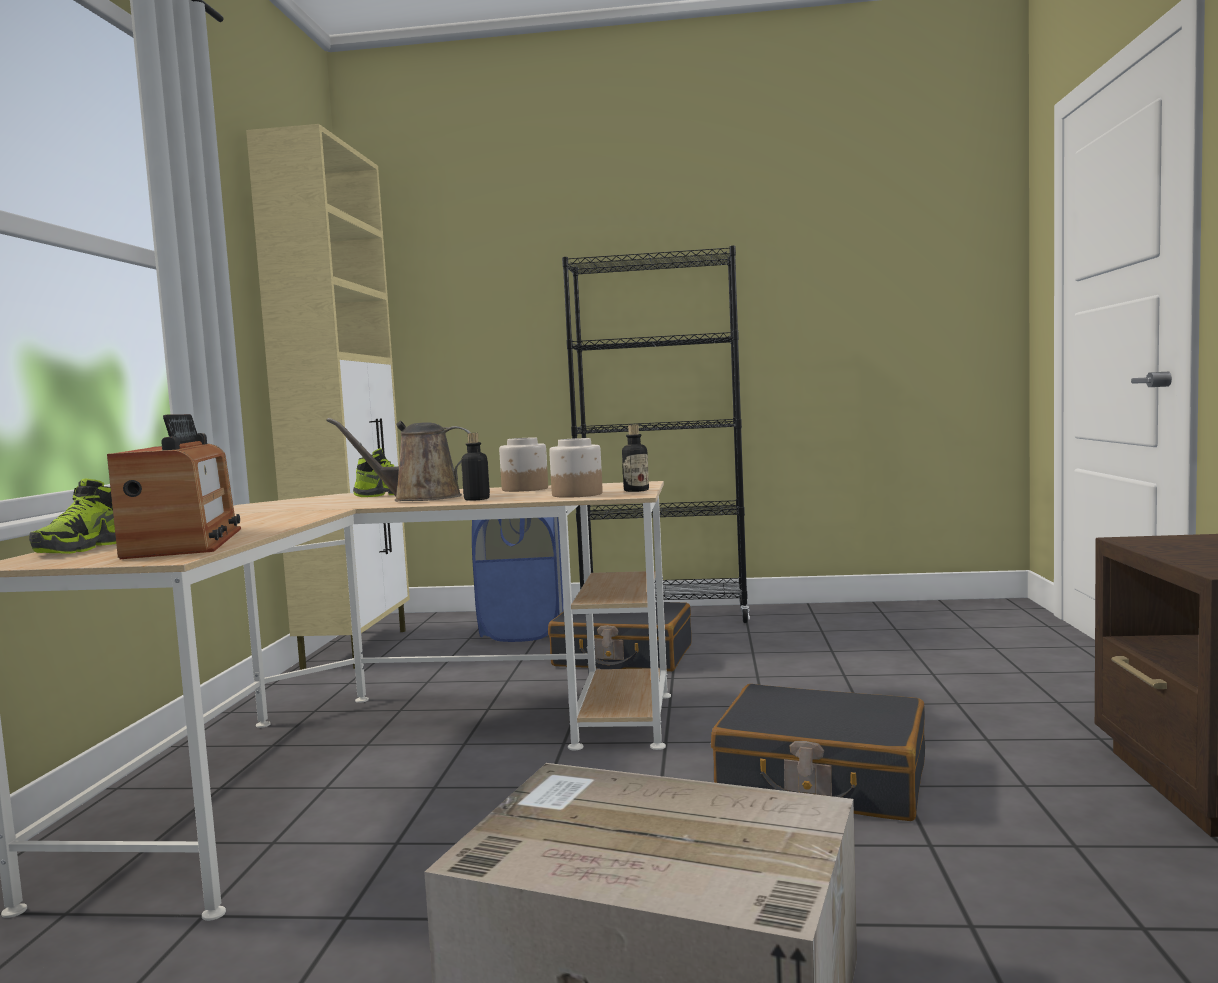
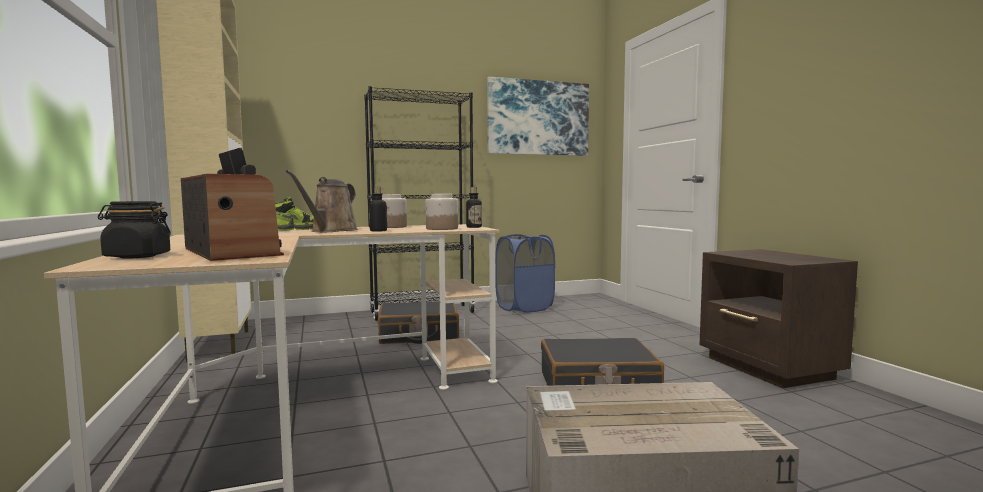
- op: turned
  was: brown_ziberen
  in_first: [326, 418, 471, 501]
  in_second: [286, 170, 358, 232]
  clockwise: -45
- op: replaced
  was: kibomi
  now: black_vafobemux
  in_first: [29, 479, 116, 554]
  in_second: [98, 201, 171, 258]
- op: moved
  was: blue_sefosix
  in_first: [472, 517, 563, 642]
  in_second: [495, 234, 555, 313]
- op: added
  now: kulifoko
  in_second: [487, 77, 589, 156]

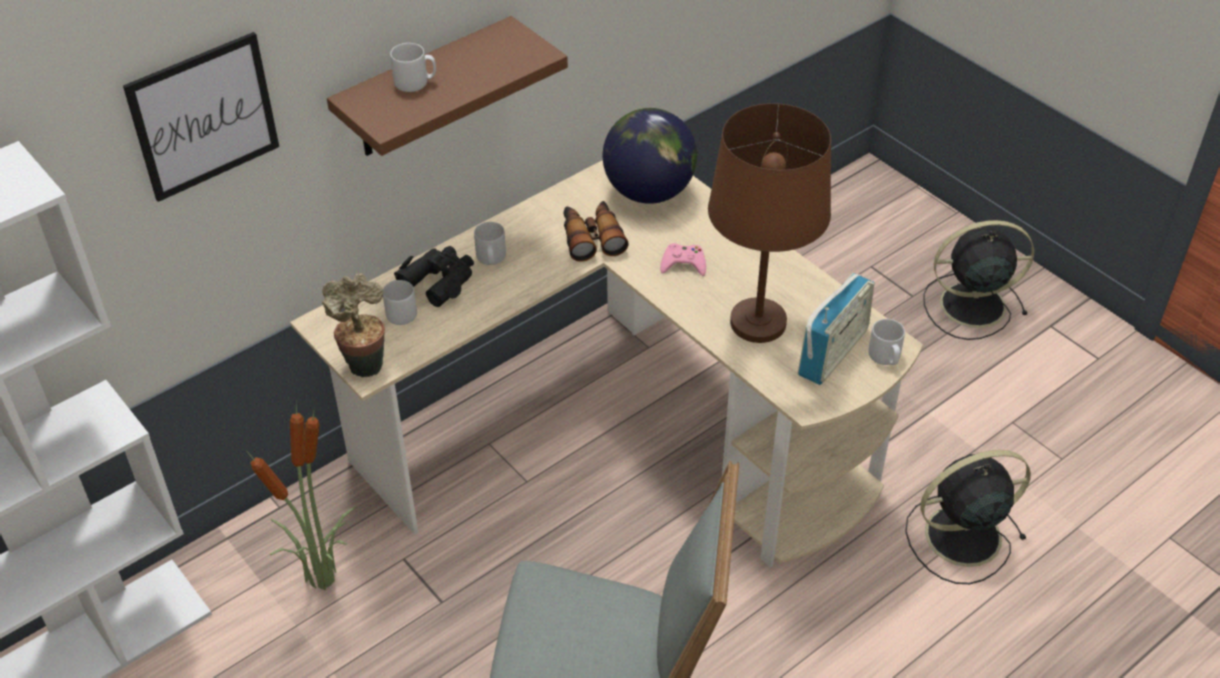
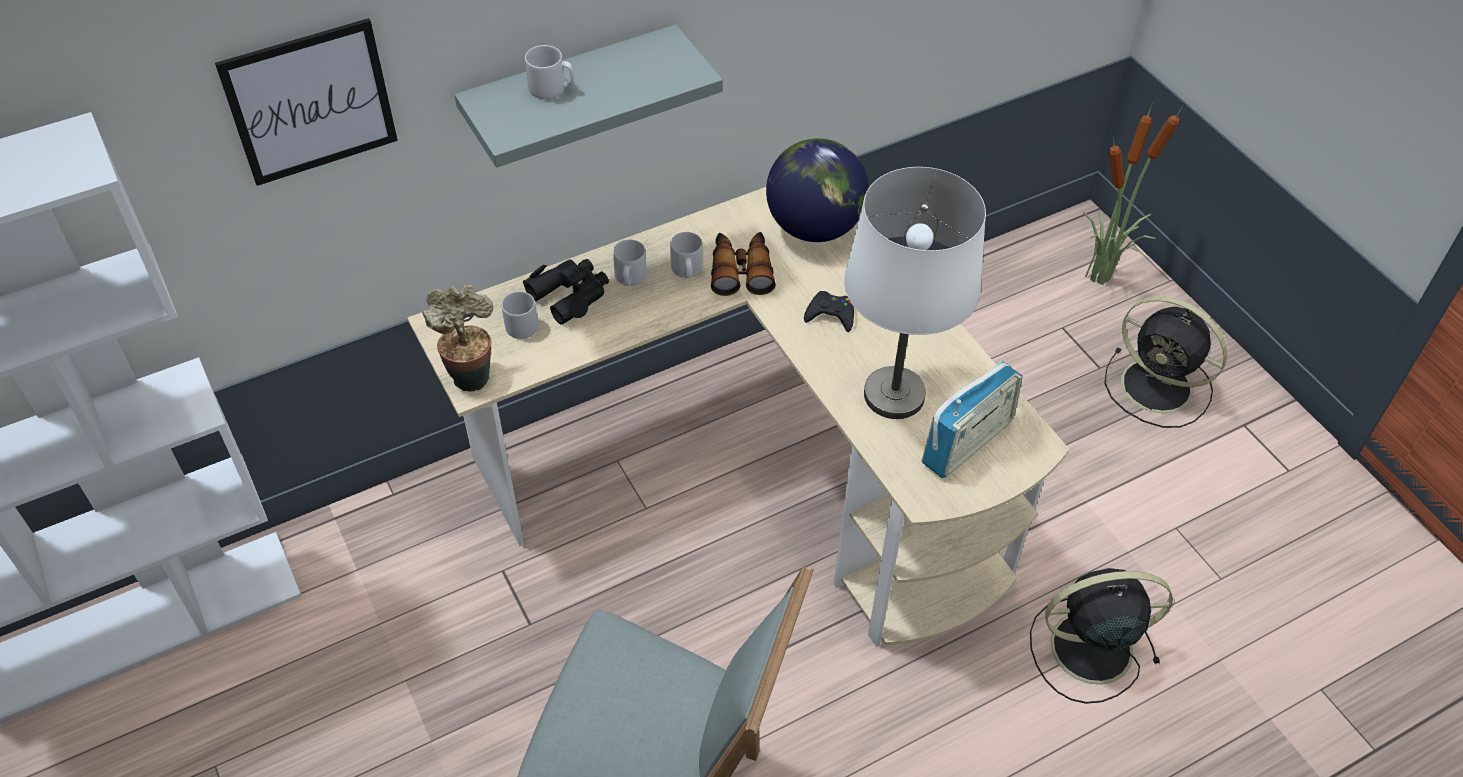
- op: recoloured
  was: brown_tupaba
  now: grey_tupaba
  in_first: [327, 16, 568, 156]
  in_second: [455, 24, 723, 168]
- op: recoloured
  was: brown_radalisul
  now: white_radalisul
  in_first: [708, 103, 831, 343]
  in_second: [844, 167, 986, 419]
- op: turned
  was: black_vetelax
  in_first: [923, 220, 1034, 340]
  in_second: [1104, 296, 1227, 428]
  clockwise: -150
- op: recoloured
  was: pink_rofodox
  now: black_rofodox
  in_first: [660, 243, 706, 276]
  in_second: [804, 291, 854, 332]
- op: moved
  was: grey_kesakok
  in_first: [868, 319, 905, 365]
  in_second: [670, 232, 703, 278]
- op: moved
  was: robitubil
  in_first: [245, 404, 356, 590]
  in_second: [1083, 102, 1183, 285]

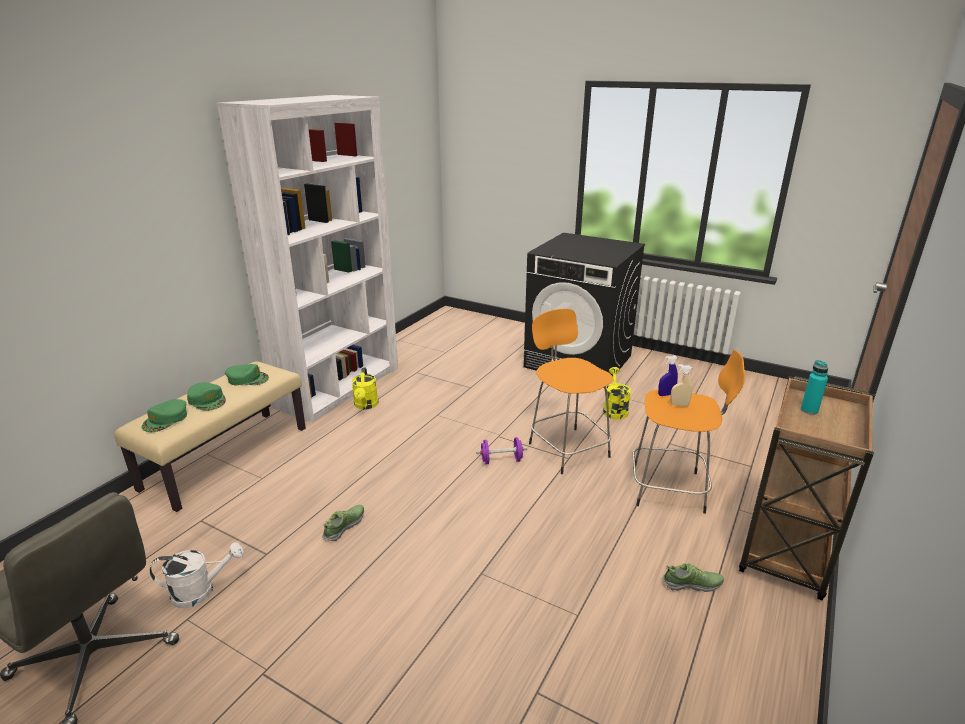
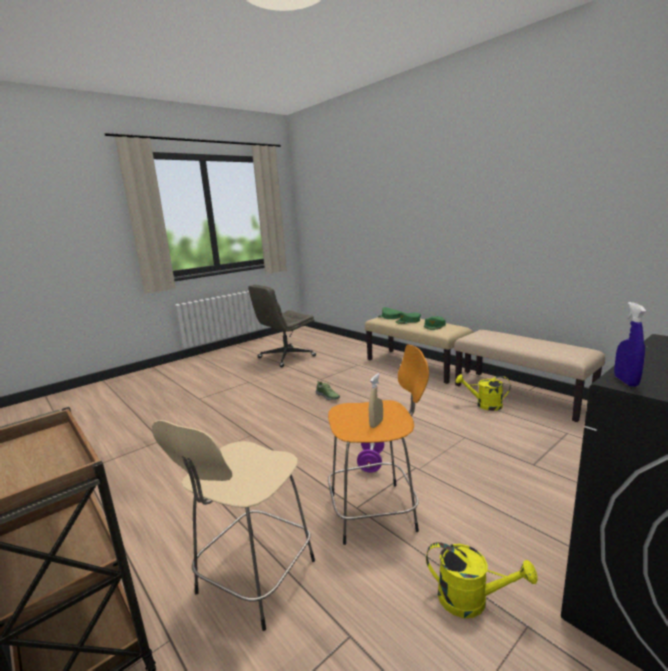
- op: replaced
  was: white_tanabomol
  now: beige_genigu
  in_first: [217, 95, 398, 422]
  in_second: [454, 330, 605, 422]
- op: recoloured
  was: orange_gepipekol
  now: beige_gepipekol
  in_first: [633, 350, 745, 514]
  in_second: [152, 420, 315, 631]
- op: moved
  was: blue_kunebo
  in_first: [658, 355, 678, 396]
  in_second: [614, 302, 646, 387]
- op: removed
  was: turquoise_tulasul
  in_first: [801, 360, 828, 415]
- op: moved
  was: beige_kunebo
  in_first: [670, 364, 692, 407]
  in_second: [369, 373, 383, 428]
- op: removed
  was: white_ziberen
  in_first: [149, 543, 244, 609]
- op: removed
  was: kibomi
  in_first: [663, 563, 724, 592]

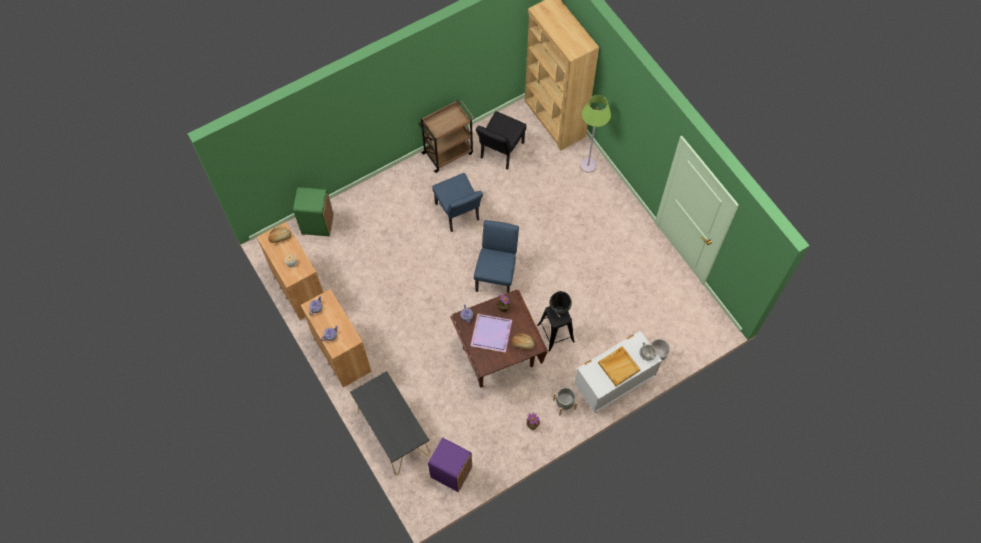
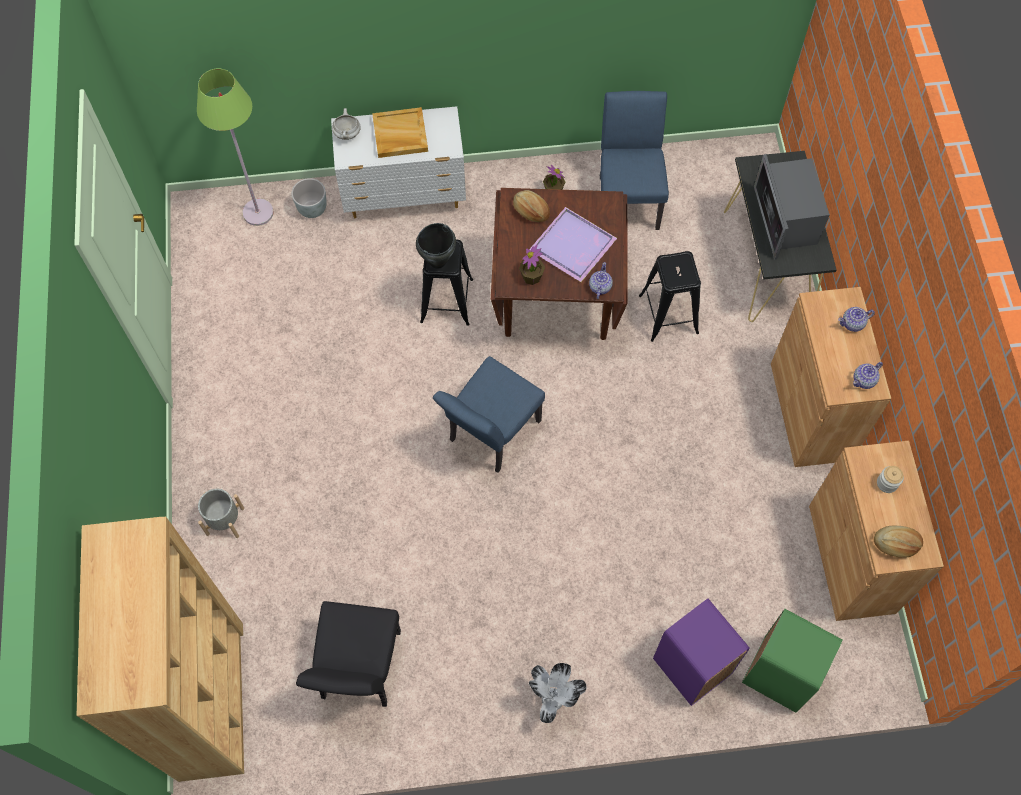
- op: moved
  was: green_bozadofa
  in_first: [580, 95, 611, 173]
  in_second: [197, 69, 274, 226]
- op: removed
  was: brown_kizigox
  in_first: [418, 100, 475, 173]
- op: turned
  was: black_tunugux
  in_first: [476, 111, 526, 170]
  in_second: [296, 601, 401, 707]
  clockwise: 135
- op: moved
  was: blue_tunugux
  in_first: [432, 173, 483, 232]
  in_second: [600, 91, 669, 230]
- op: moved
  was: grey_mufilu
  in_first: [553, 387, 577, 415]
  in_second: [198, 489, 244, 538]
- op: moved
  was: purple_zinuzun
  in_first: [428, 438, 472, 492]
  in_second: [653, 599, 750, 706]
- op: added
  now: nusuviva
  in_second: [754, 154, 830, 259]
- op: added
  now: black_gepipekol
  in_second: [639, 251, 701, 342]
- op: added
  now: robitubil
  in_second: [529, 663, 587, 723]

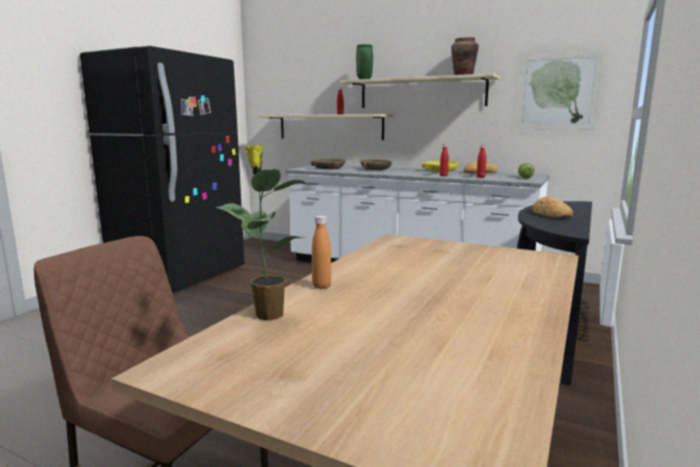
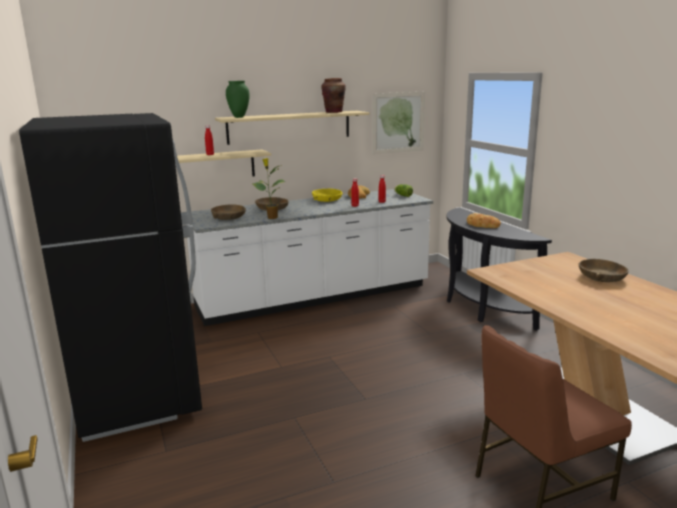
- op: moved
  was: robitubil
  in_first: [216, 145, 311, 321]
  in_second: [253, 158, 286, 219]
- op: removed
  was: orange_tulasul
  in_first: [312, 216, 331, 289]
- op: added
  now: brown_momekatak
  in_second: [578, 259, 629, 282]

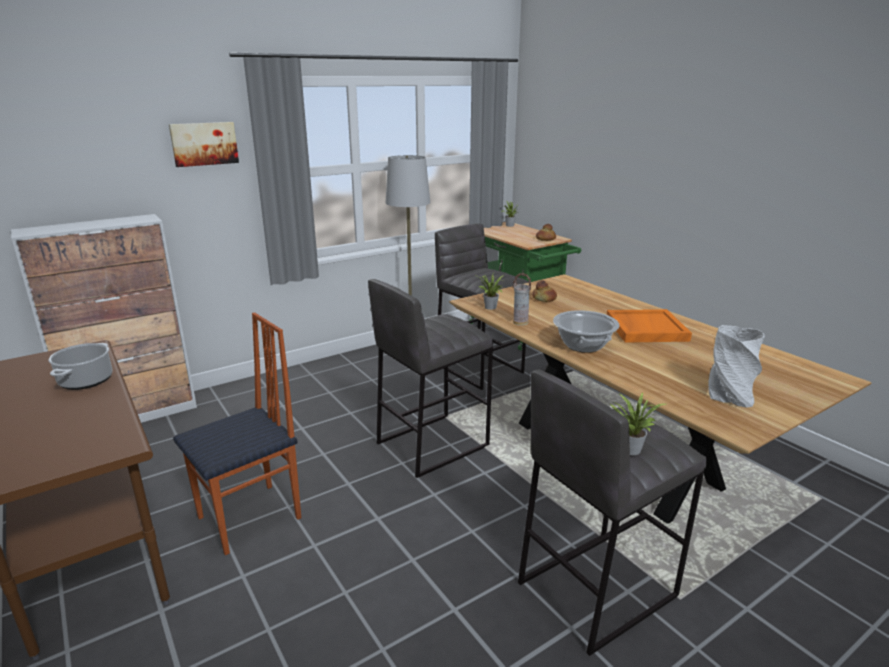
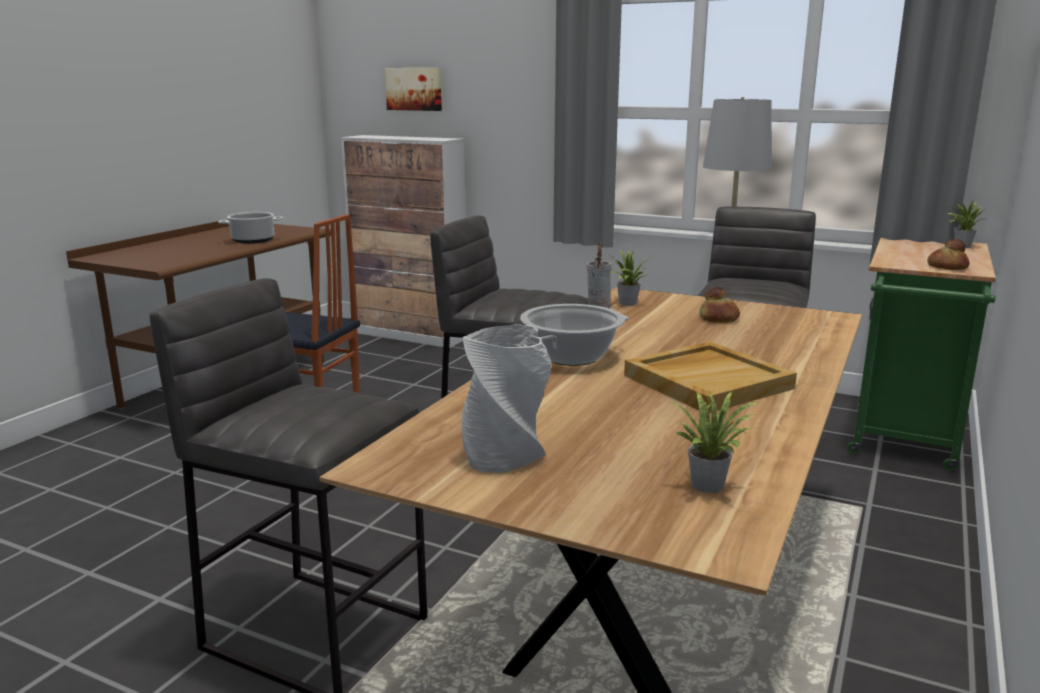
- op: moved
  was: kulifoko
  in_first: [169, 122, 239, 167]
  in_second: [385, 68, 442, 111]
- op: recoloured
  was: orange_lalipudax
  now: beige_lalipudax
  in_first: [607, 309, 692, 343]
  in_second: [624, 342, 797, 413]
- op: moved
  was: robitubil
  in_first: [610, 392, 666, 455]
  in_second: [672, 390, 760, 493]

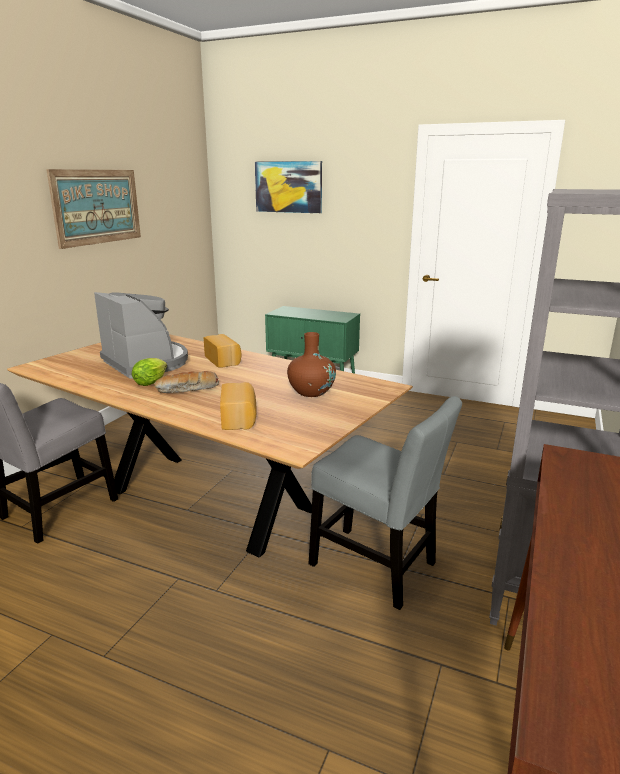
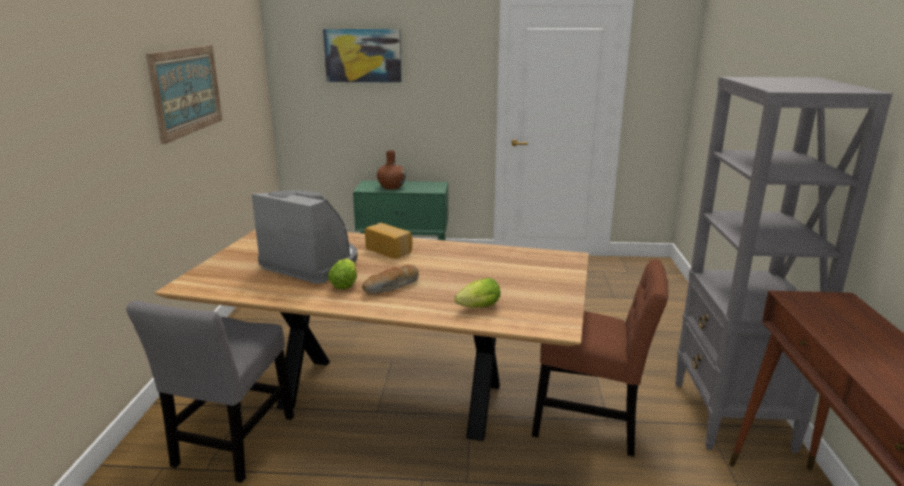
- op: moved
  was: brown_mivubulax
  in_first: [287, 332, 336, 397]
  in_second: [377, 151, 406, 190]
- op: replaced
  was: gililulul
  now: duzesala
  in_first: [220, 382, 257, 430]
  in_second: [454, 278, 500, 308]
- op: recoloured
  was: grey_tunugux
  now: brown_tunugux
  in_first: [309, 396, 462, 610]
  in_second: [532, 259, 668, 456]

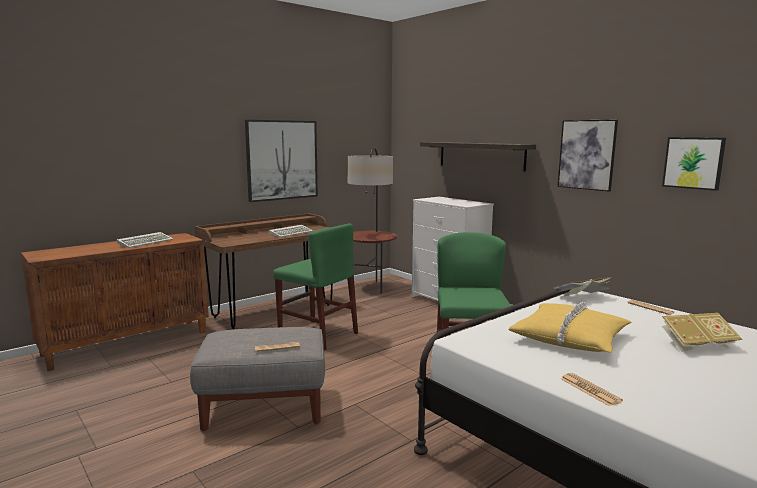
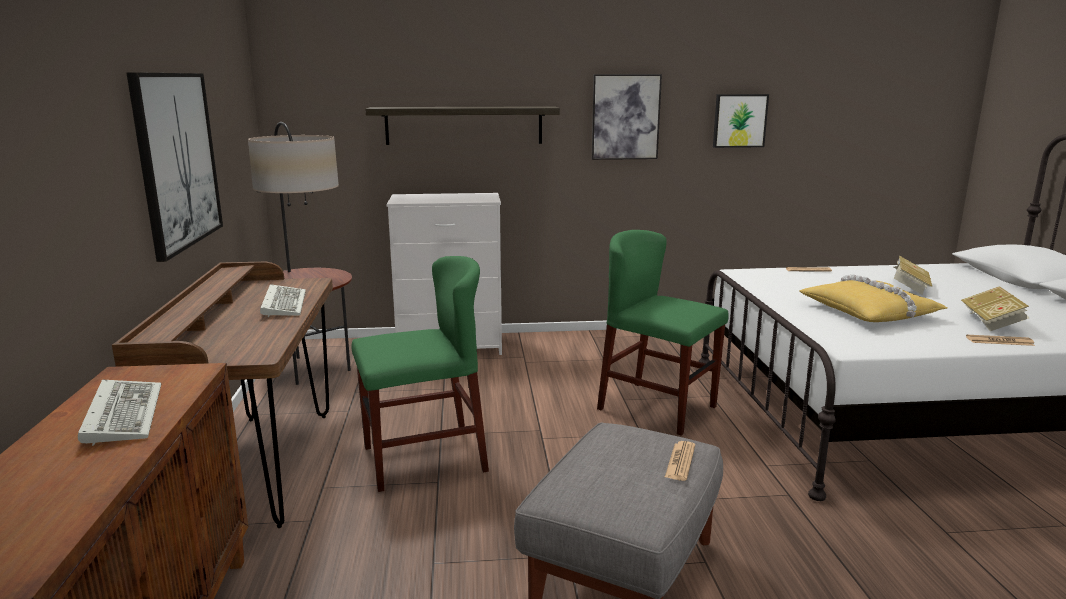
- op: moved
  was: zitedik
  in_first: [554, 277, 611, 298]
  in_second: [961, 286, 1029, 331]

